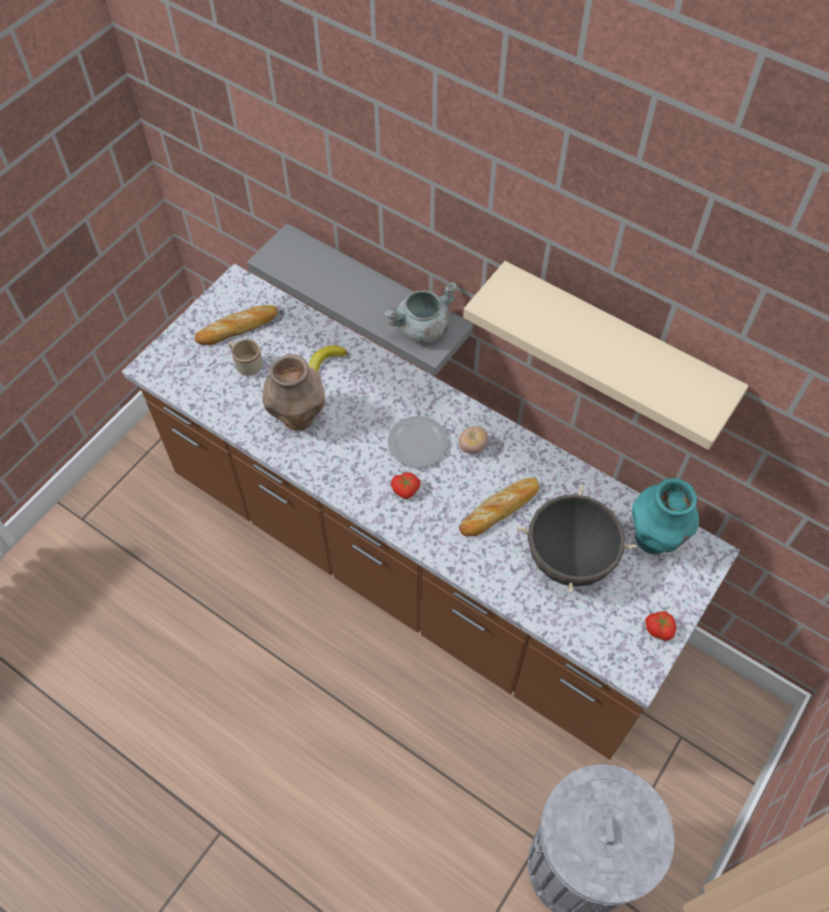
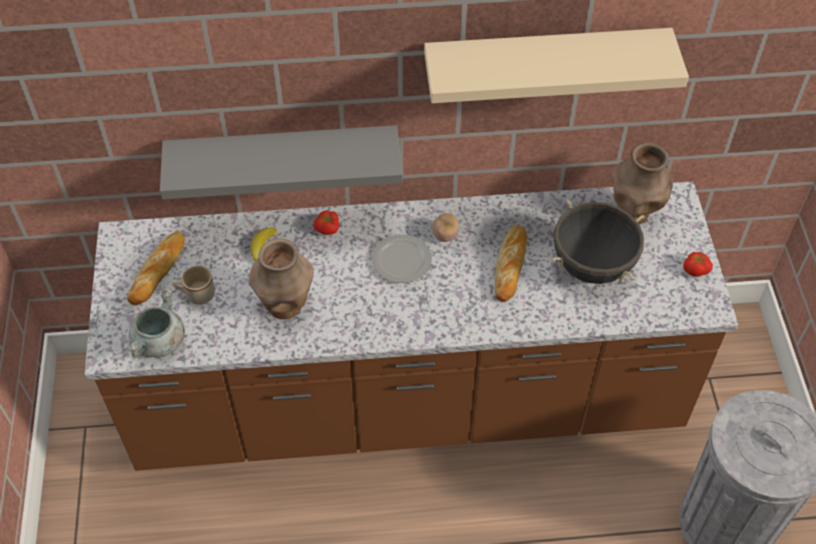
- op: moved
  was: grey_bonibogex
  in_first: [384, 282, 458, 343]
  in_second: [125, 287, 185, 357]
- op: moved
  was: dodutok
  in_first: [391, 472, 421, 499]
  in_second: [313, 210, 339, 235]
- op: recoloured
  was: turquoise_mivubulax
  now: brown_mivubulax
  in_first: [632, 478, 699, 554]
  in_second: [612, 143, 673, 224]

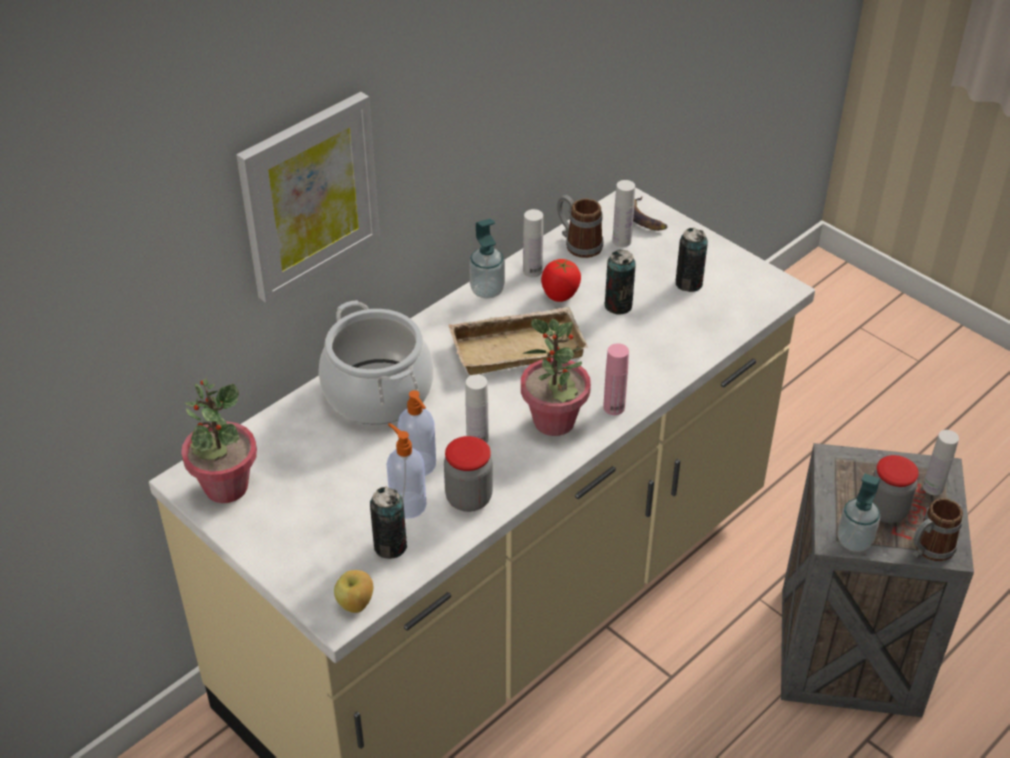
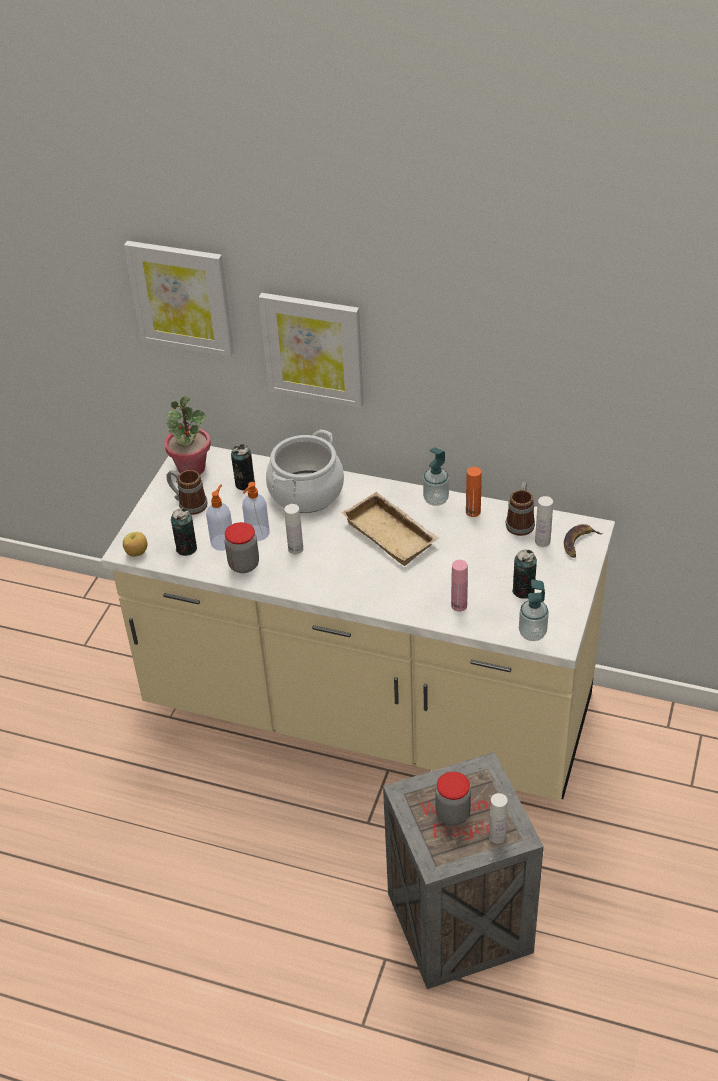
- op: recoloured
  was: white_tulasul
  now: orange_tulasul
  in_first: [523, 209, 543, 277]
  in_second: [466, 467, 482, 517]
- op: moved
  was: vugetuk
  in_first: [604, 250, 636, 314]
  in_second: [231, 444, 255, 490]
- op: removed
  was: dodutok
  in_first: [541, 259, 581, 302]
- op: removed
  was: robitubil
  in_first: [521, 319, 591, 436]
- op: moved
  was: pink_tulasul
  in_first: [603, 343, 629, 415]
  in_second: [451, 560, 468, 612]
- op: moved
  was: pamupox
  in_first: [837, 474, 880, 552]
  in_second: [519, 579, 549, 641]
- op: moved
  was: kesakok
  in_first: [913, 498, 963, 561]
  in_second: [166, 470, 207, 515]
- op: added
  now: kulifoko
  in_second: [124, 241, 234, 357]

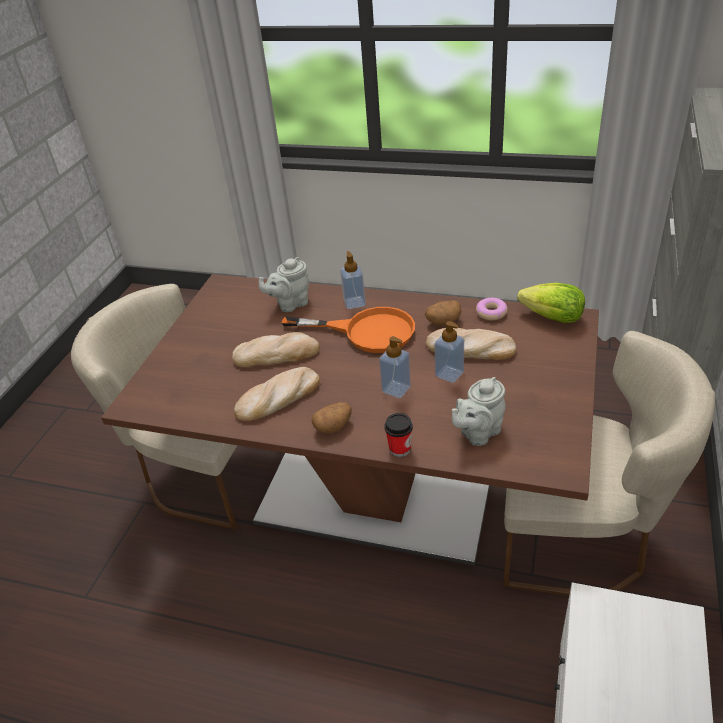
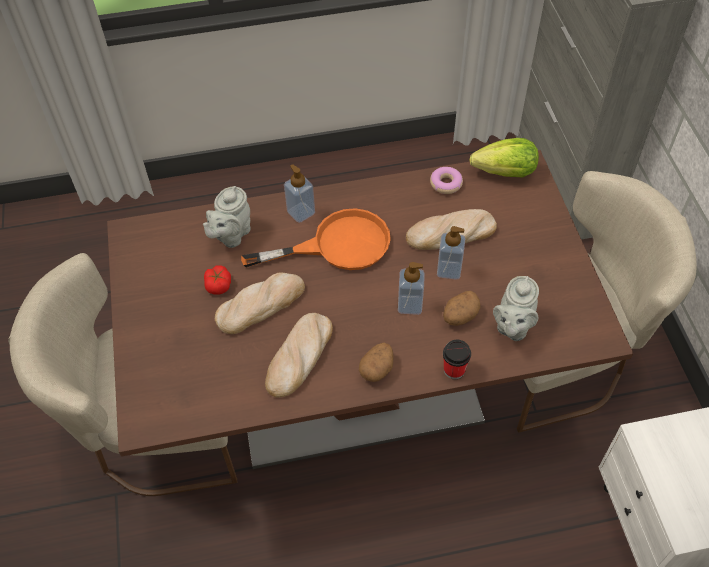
- op: moved
  was: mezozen
  in_first: [425, 300, 461, 325]
  in_second: [443, 291, 480, 326]
- op: added
  now: dodutok
  in_second: [204, 265, 231, 295]

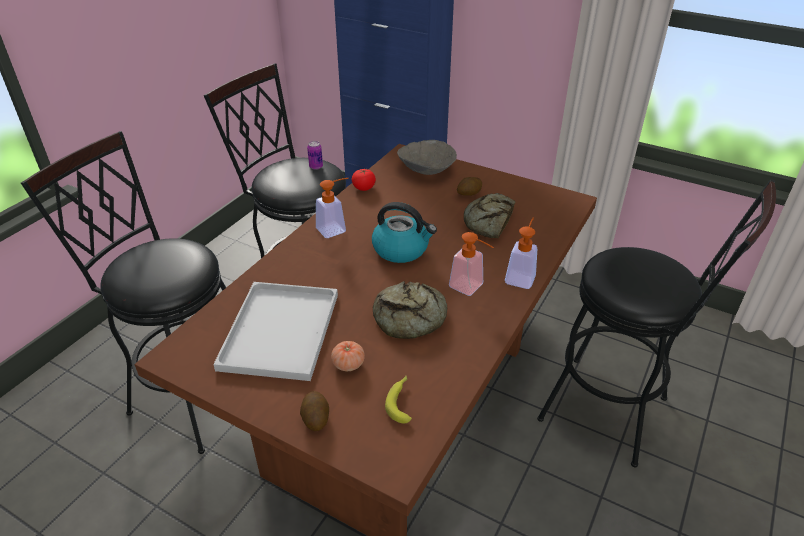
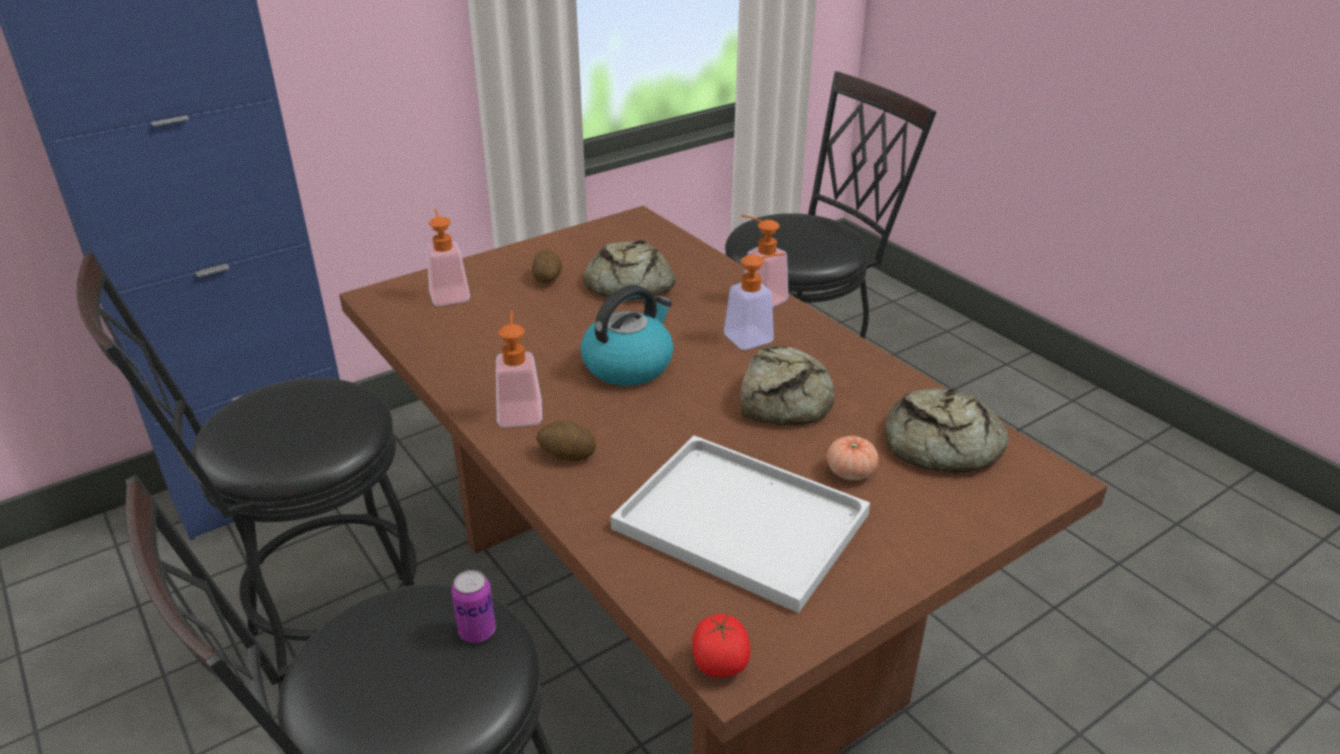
- op: replaced
  was: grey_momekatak
  now: pamupox
  in_first: [397, 140, 457, 175]
  in_second: [427, 209, 470, 306]
- op: moved
  was: vugetuk
  in_first: [307, 141, 323, 170]
  in_second: [451, 570, 496, 643]
- op: moved
  was: dodutok
  in_first: [352, 169, 376, 191]
  in_second: [692, 614, 750, 677]
- op: replaced
  was: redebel
  now: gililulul
  in_first: [385, 376, 412, 423]
  in_second: [885, 387, 1008, 473]
- op: moved
  was: mezozen
  in_first: [300, 391, 329, 431]
  in_second: [536, 420, 596, 461]

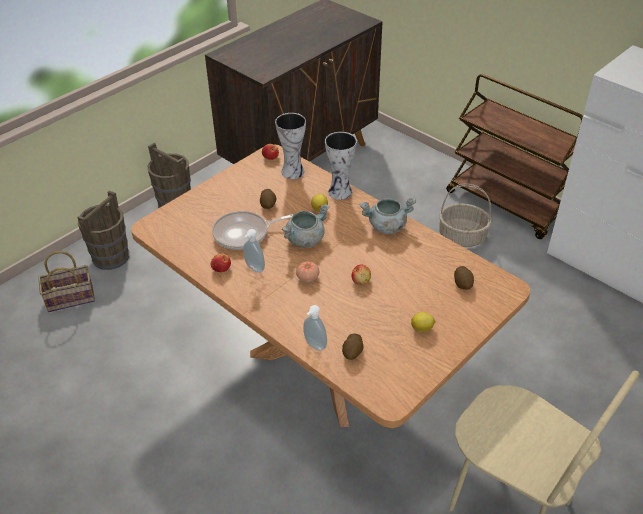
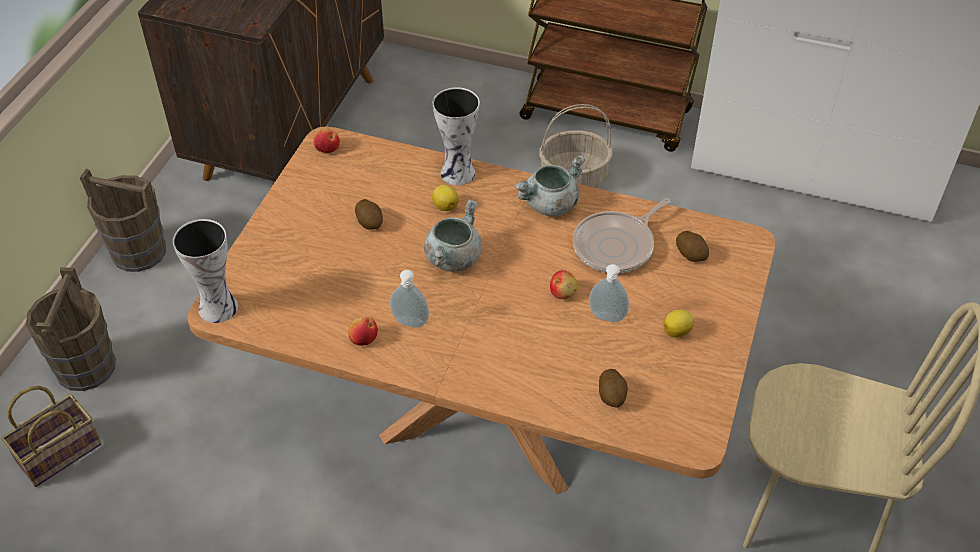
- op: moved
  was: mivubulax
  in_first: [275, 113, 306, 179]
  in_second: [173, 219, 238, 323]
- op: moved
  was: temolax
  in_first: [212, 211, 293, 250]
  in_second: [573, 198, 671, 273]
- op: removed
  was: dodutok
  in_first: [296, 261, 319, 282]
- op: moved
  was: pamupox
  in_first: [303, 305, 327, 351]
  in_second: [589, 264, 629, 322]

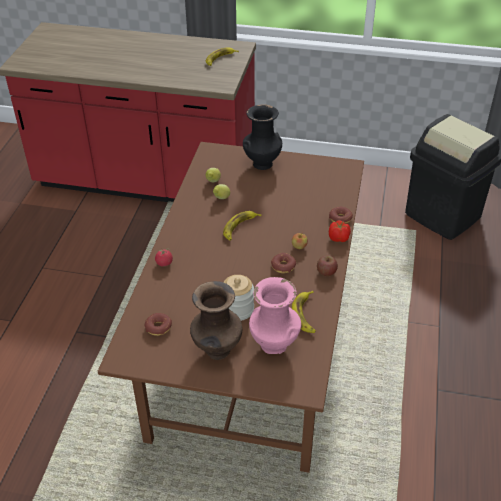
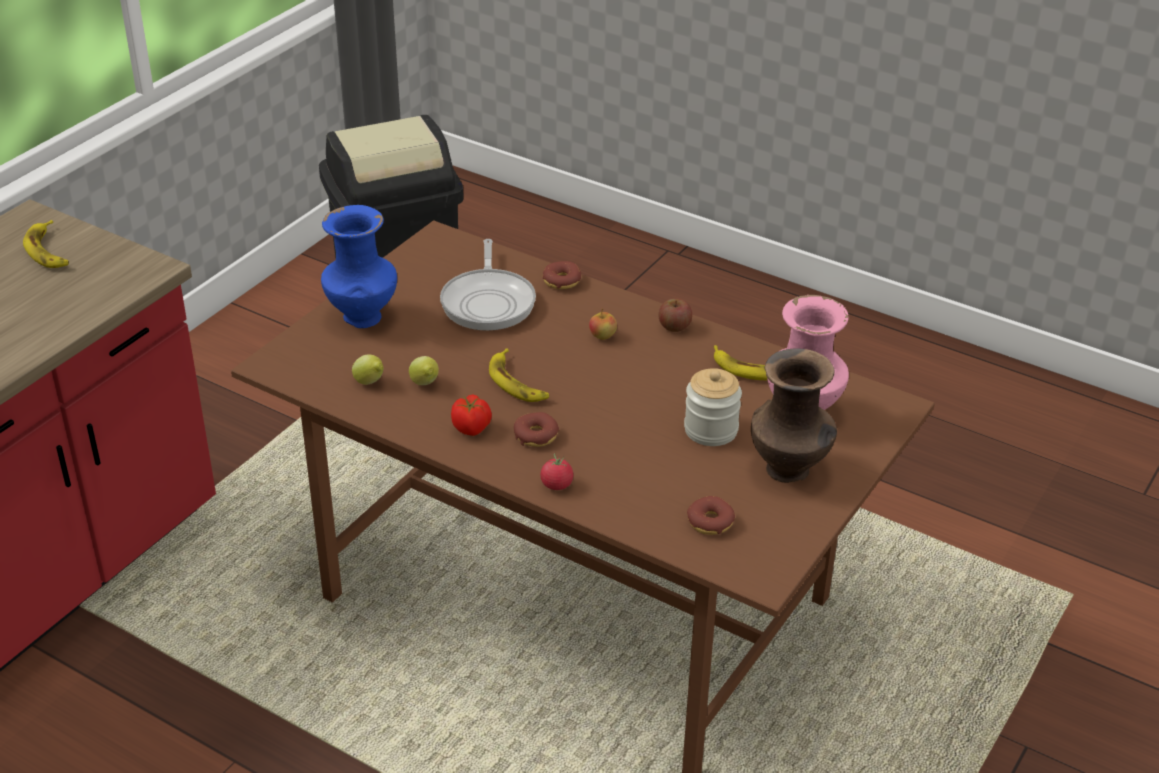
- op: recoloured
  was: black_mivubulax
  now: blue_mivubulax
  in_first: [243, 104, 282, 170]
  in_second: [321, 205, 397, 328]
- op: moved
  was: dodutok
  in_first: [329, 221, 351, 242]
  in_second: [451, 394, 492, 436]
- op: moved
  was: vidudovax
  in_first: [271, 253, 296, 273]
  in_second: [514, 412, 559, 447]
- op: added
  now: temolax
  in_second: [440, 239, 536, 331]

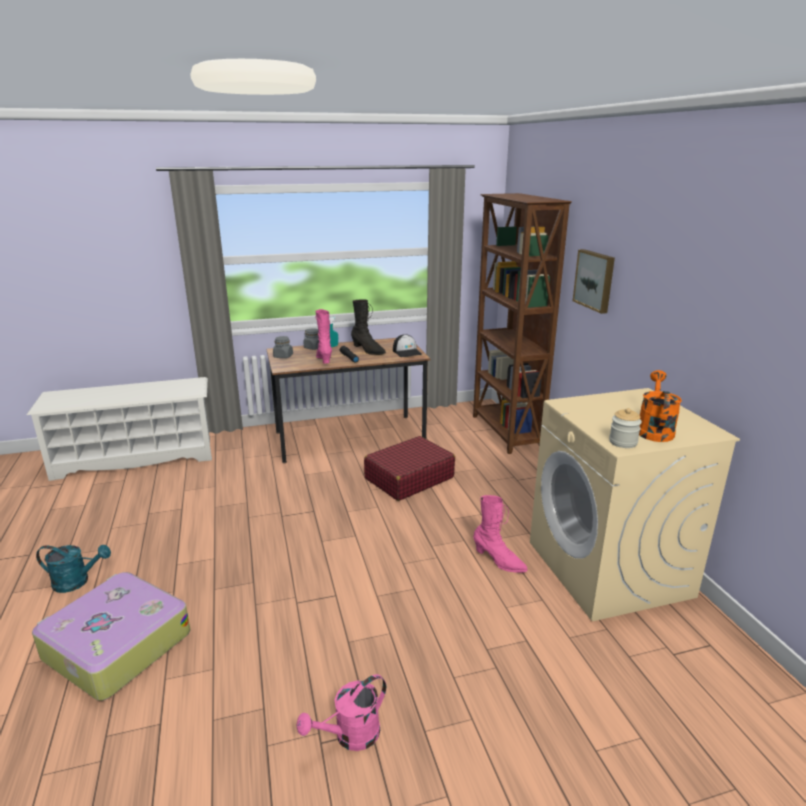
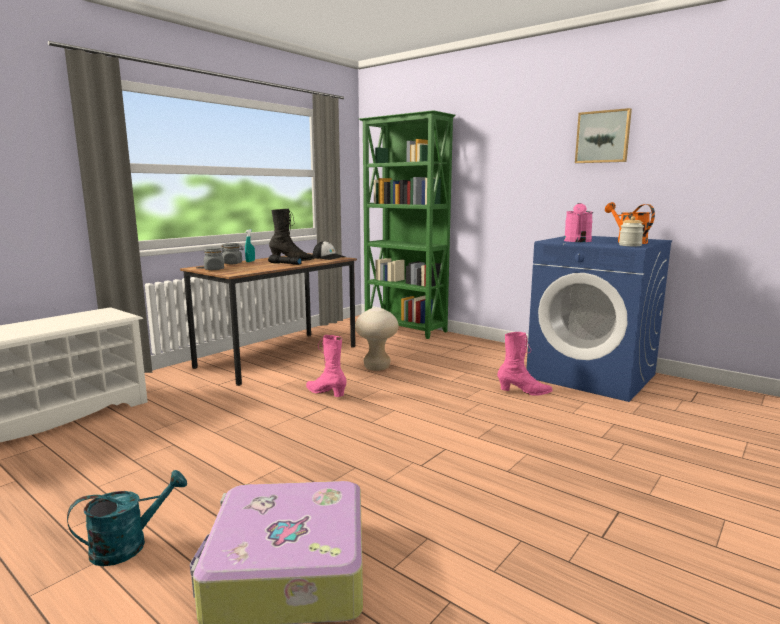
- op: recoloured
  was: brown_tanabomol
  now: green_tanabomol
  in_first: [473, 193, 572, 454]
  in_second: [359, 110, 456, 339]
- op: moved
  was: kulifoko
  in_first: [573, 249, 615, 314]
  in_second: [575, 108, 632, 163]
- op: moved
  was: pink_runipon
  in_first: [316, 309, 332, 364]
  in_second: [306, 335, 346, 397]
- op: recoloured
  was: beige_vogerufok
  now: blue_vogerufok
  in_first: [530, 388, 740, 621]
  in_second: [526, 236, 672, 402]
- op: replaced
  was: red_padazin
  now: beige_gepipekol
  in_first: [364, 436, 455, 501]
  in_second: [355, 308, 399, 371]
- op: moved
  was: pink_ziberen
  in_first: [297, 674, 386, 751]
  in_second: [564, 203, 593, 242]

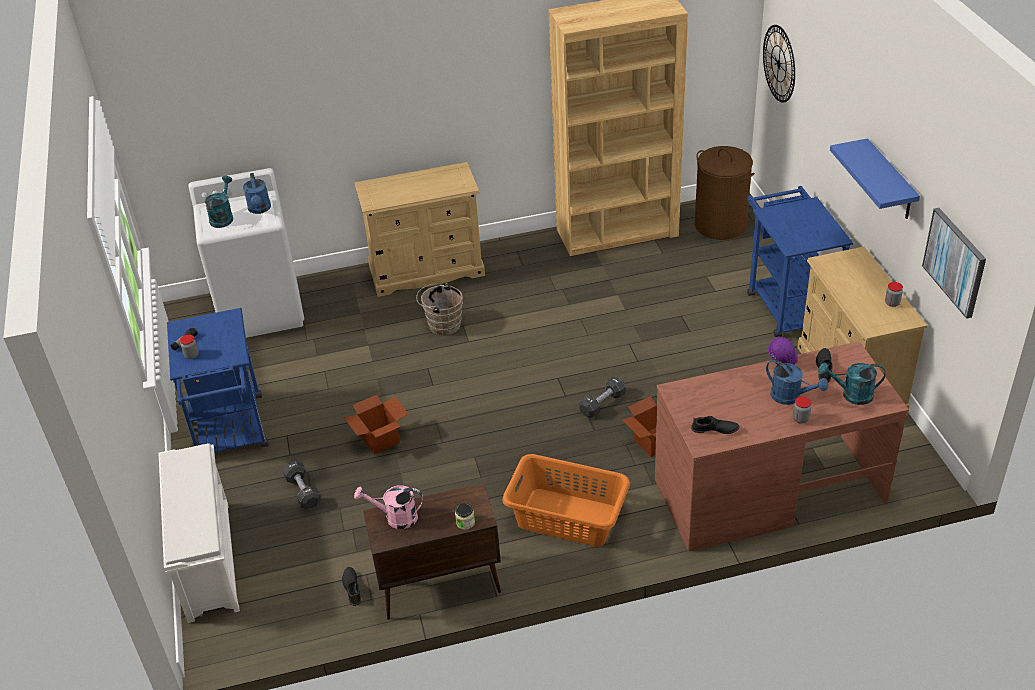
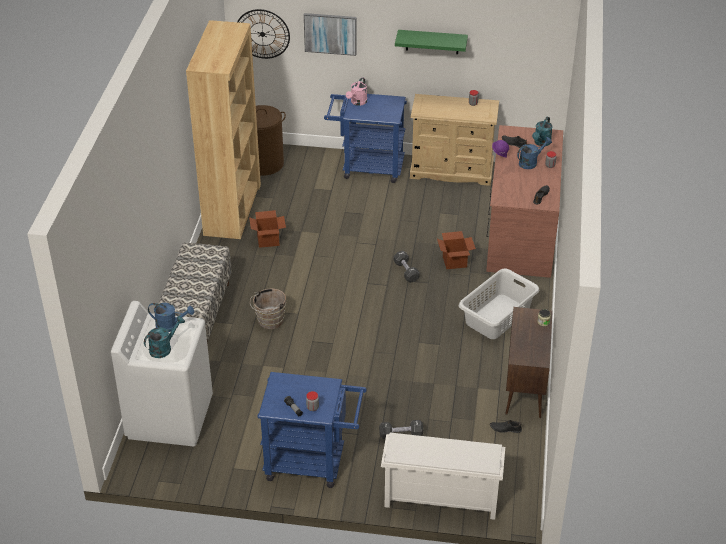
- op: recoloured
  was: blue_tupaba
  now: green_tupaba
  in_first: [830, 138, 920, 219]
  in_second: [395, 30, 468, 54]
- op: replaced
  was: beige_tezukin
  now: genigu
  in_first: [354, 162, 485, 297]
  in_second: [158, 243, 232, 345]
- op: turned
  was: turquoise_ziberen
  in_first: [205, 176, 233, 228]
  in_second: [144, 316, 185, 358]
  clockwise: 105
- op: moved
  was: kulifoko
  in_first: [922, 208, 986, 319]
  in_second: [304, 13, 357, 56]
- op: moved
  was: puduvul
  in_first: [344, 395, 408, 455]
  in_second: [249, 210, 286, 248]
- op: recoloured
  was: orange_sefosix
  now: grey_sefosix
  in_first: [502, 454, 630, 547]
  in_second: [459, 269, 539, 339]
- op: moved
  was: pink_ziberen
  in_first: [354, 485, 423, 529]
  in_second: [346, 77, 367, 106]

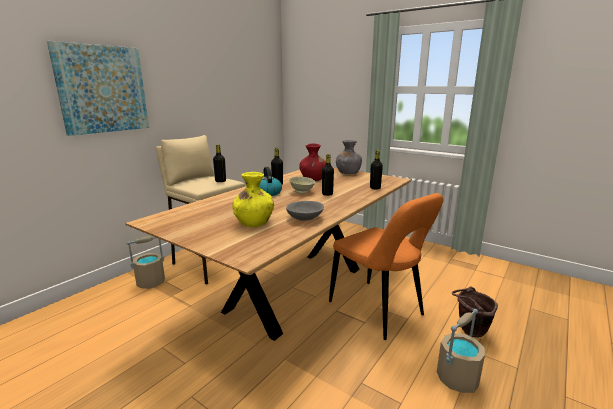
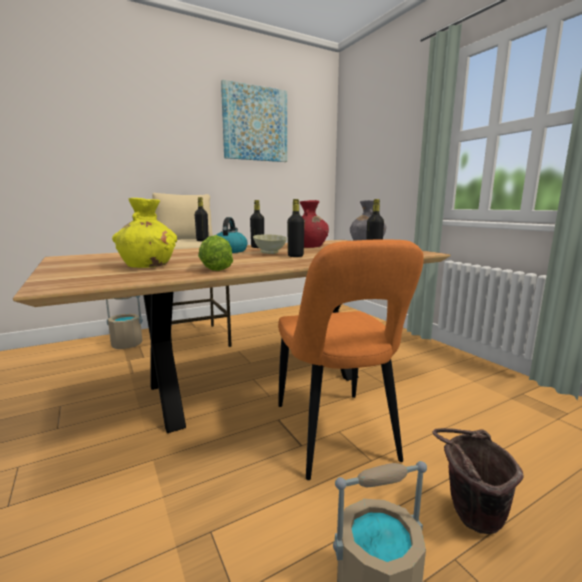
- op: moved
  was: kulifoko
  in_first: [47, 41, 149, 136]
  in_second: [221, 79, 287, 162]
- op: replaced
  was: grey_momekatak
  now: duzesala
  in_first: [286, 201, 324, 221]
  in_second: [198, 235, 233, 271]

